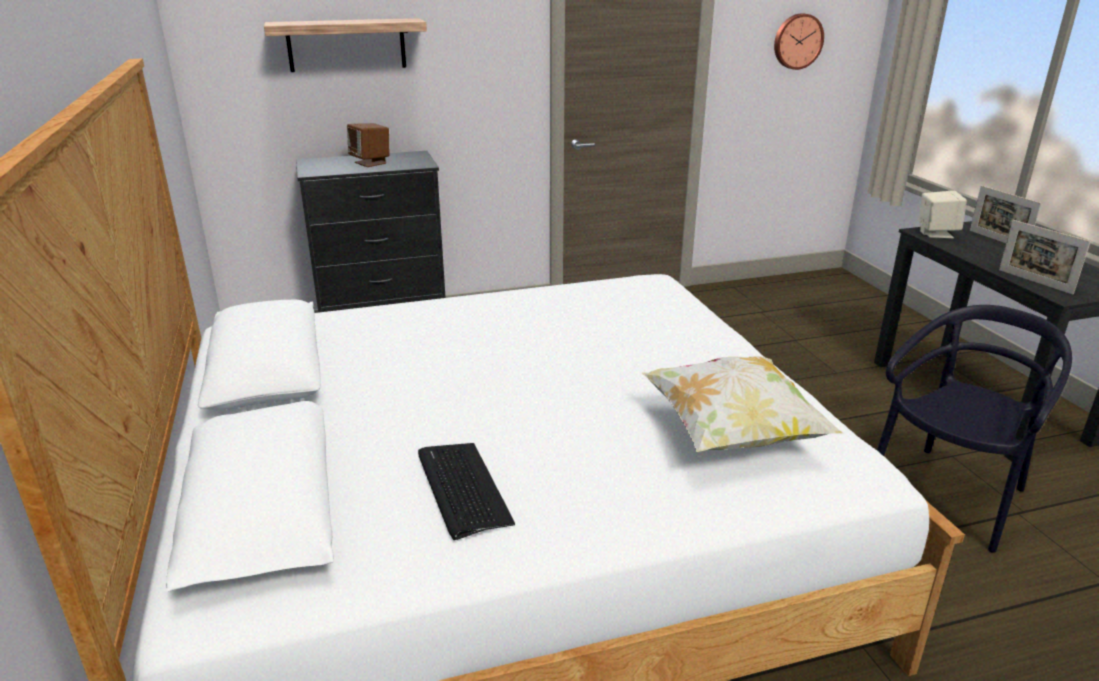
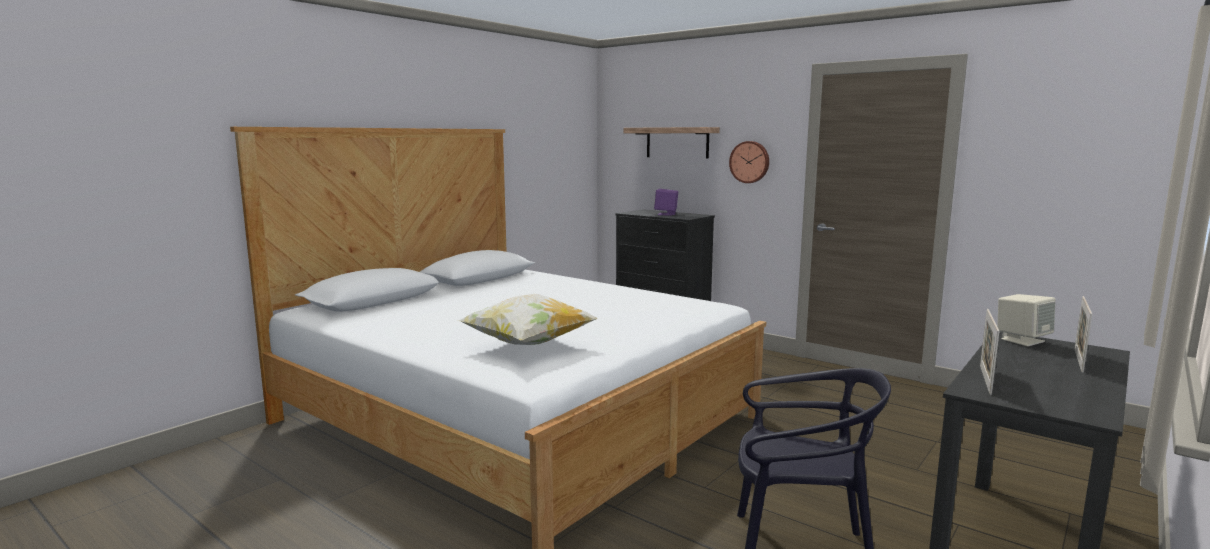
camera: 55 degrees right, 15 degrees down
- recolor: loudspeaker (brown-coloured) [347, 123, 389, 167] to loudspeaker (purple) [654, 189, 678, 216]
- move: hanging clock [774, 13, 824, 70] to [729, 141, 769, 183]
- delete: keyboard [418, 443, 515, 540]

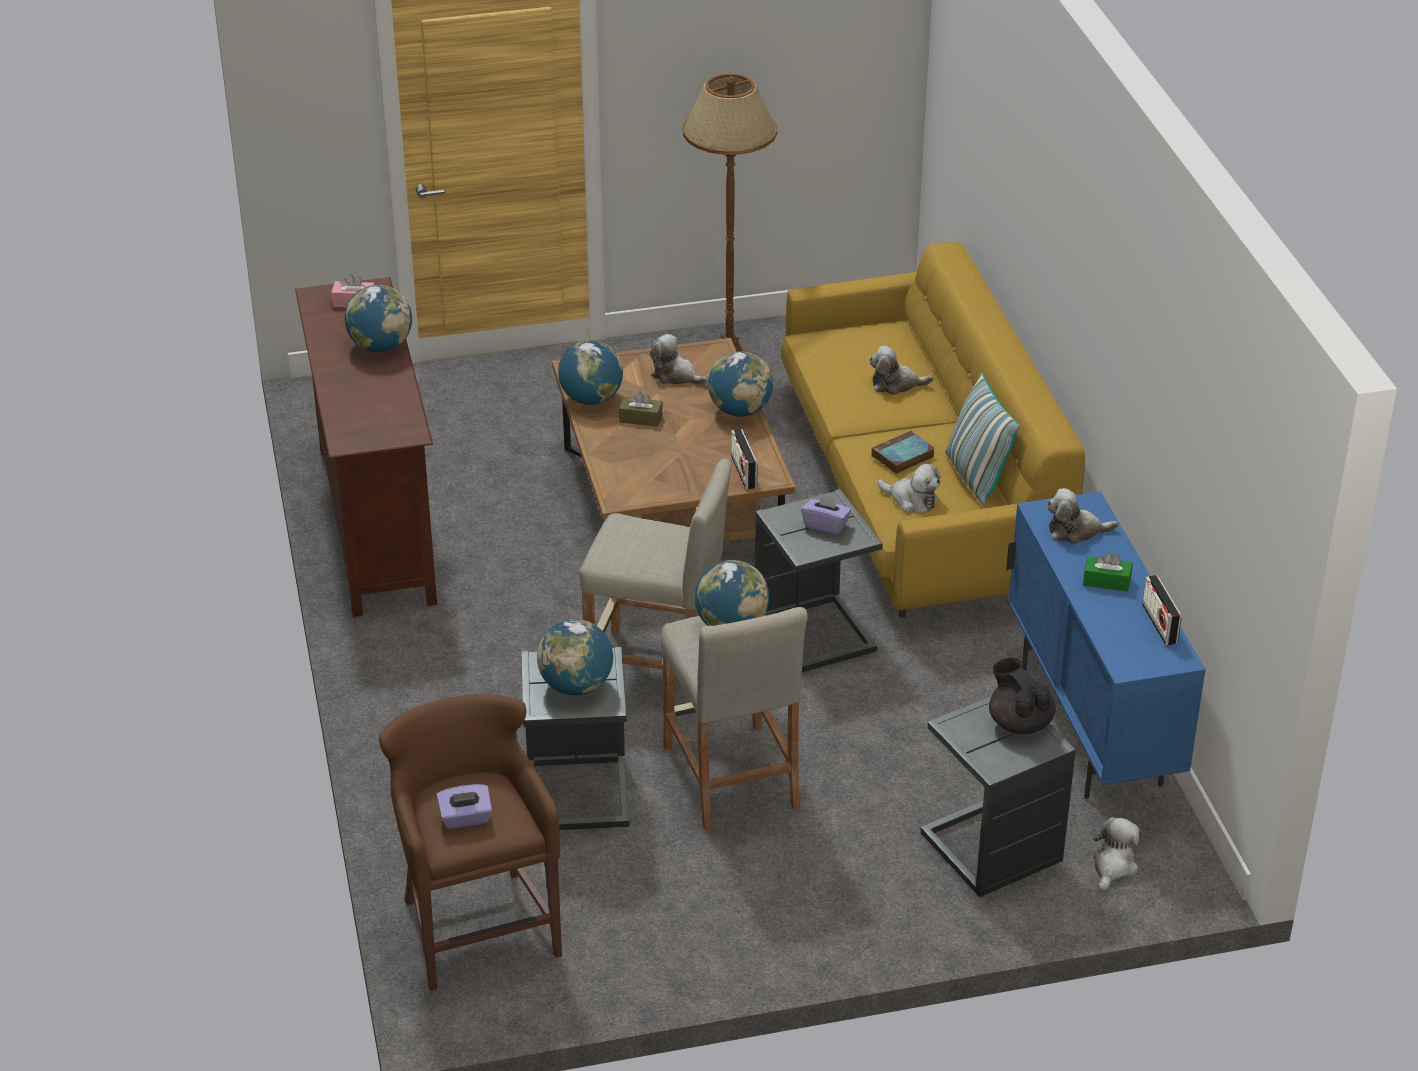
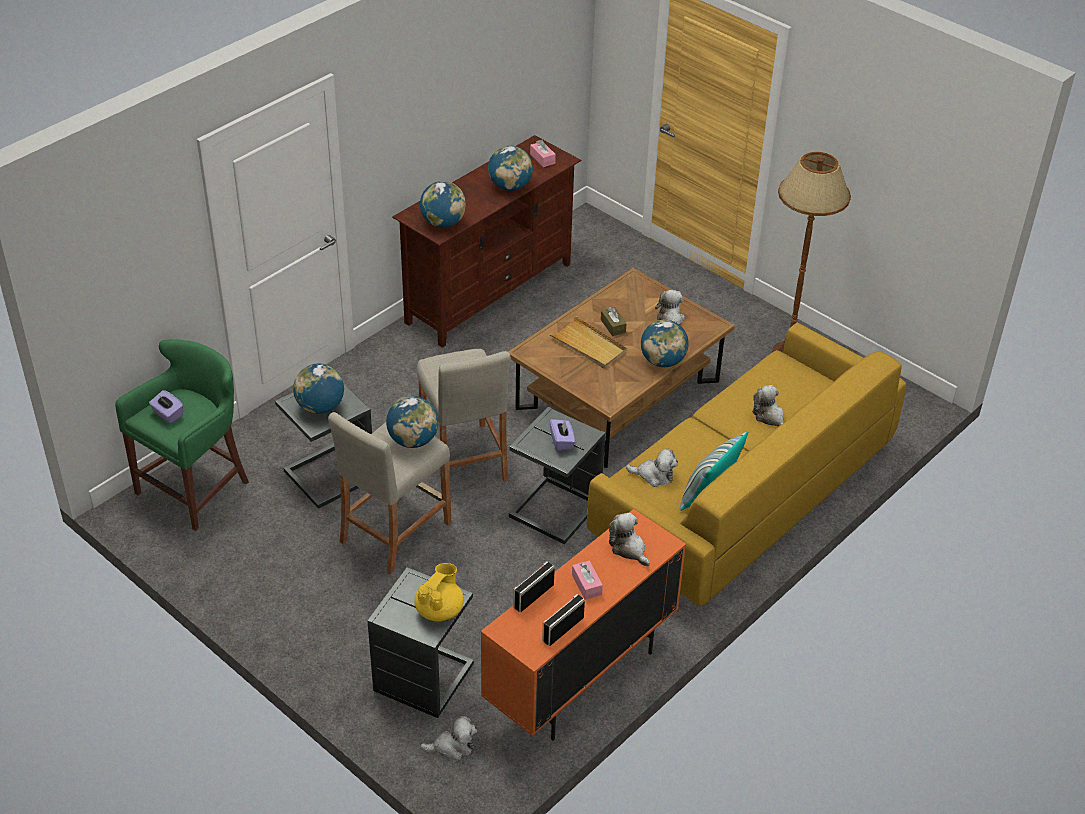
camera: 55 degrees right, 5 degrees up
- recolor: stool seat (brown-coloured) [379, 694, 562, 991] to stool seat (green) [115, 340, 249, 531]
- recolor: pot for tea (black) [989, 657, 1056, 734] to pot for tea (yellow) [414, 563, 464, 621]
- move: desk globe [558, 340, 623, 405] to [420, 181, 466, 228]
- recolor: cabinet (blue) [1006, 491, 1206, 799] to cabinet (orange) [481, 509, 686, 741]
- move: radio set [731, 429, 758, 489] to [513, 561, 555, 612]
- insert: tray (beige) [549, 316, 627, 368]
- recolor: tissue box (green) [1083, 552, 1132, 592] to tissue box (pink) [572, 561, 603, 600]
- rotate: plush toy [878, 464, 941, 513] = [626, 448, 678, 487] 75 degrees counterclockwise
- delete: bound book [872, 431, 934, 474]

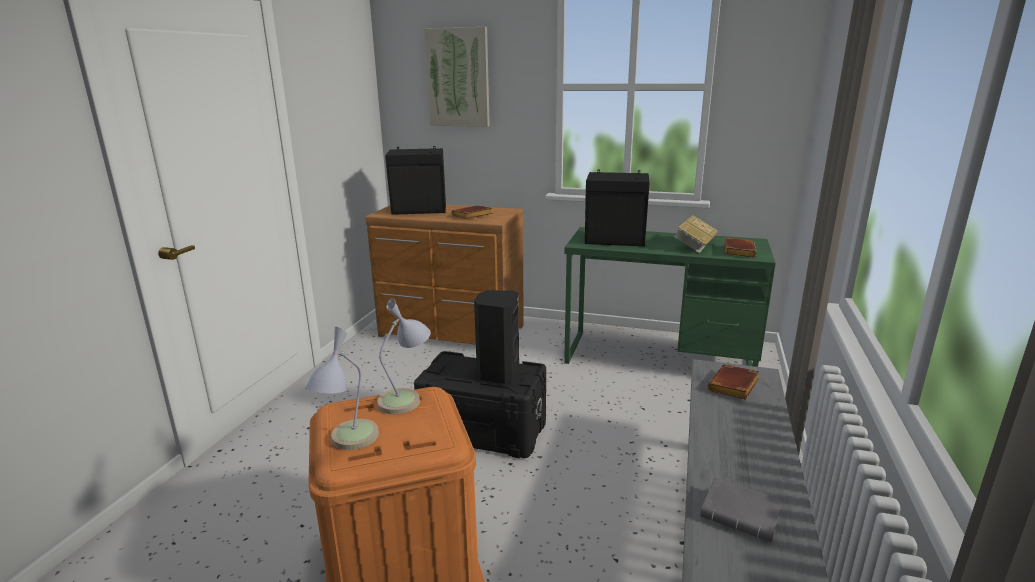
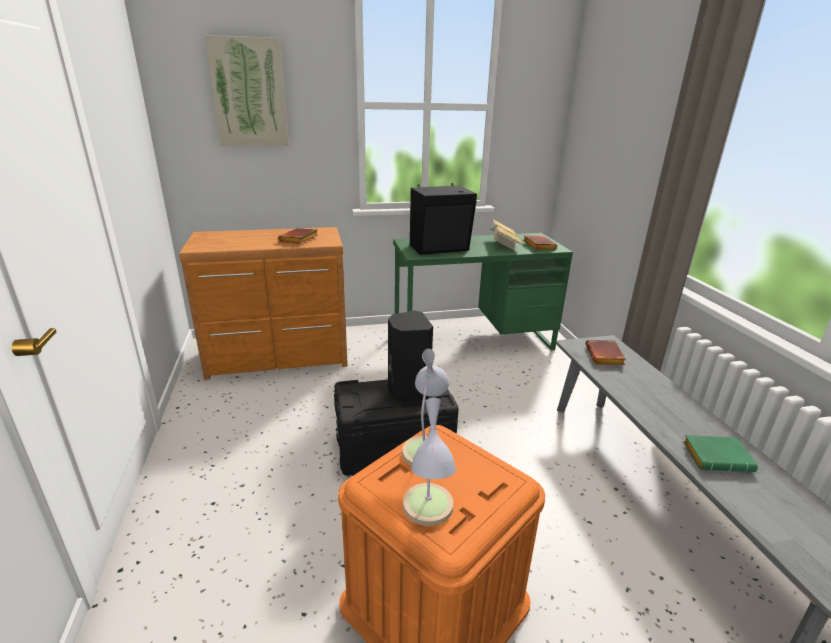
camera: 30 degrees left, 5 degrees up
- recolor: bound book (grey) [700, 478, 783, 542] to bound book (green) [683, 435, 758, 472]
- delete: loudspeaker (black) [385, 146, 446, 215]

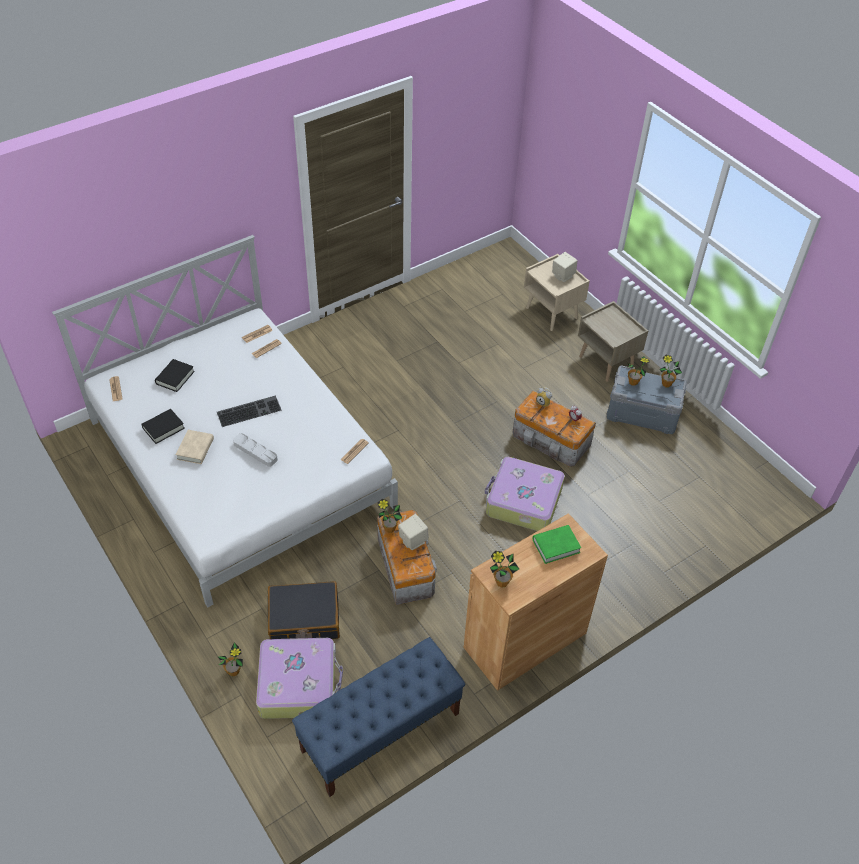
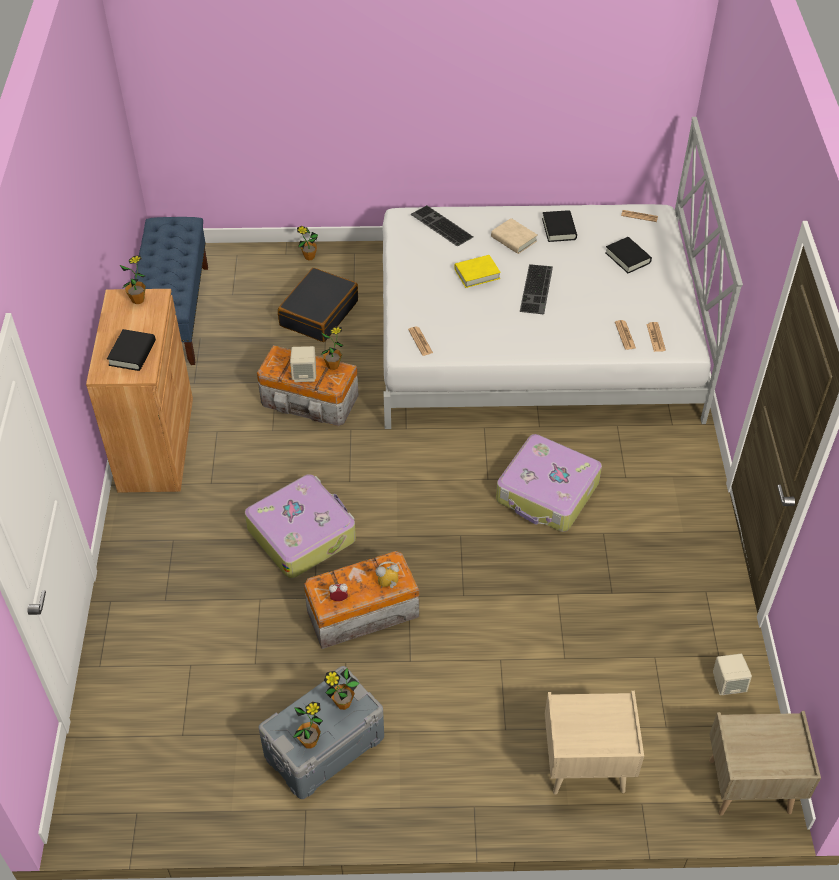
camera: 125 degrees right, 0 degrees up
- recolor: bound book (green) [533, 525, 581, 564] to bound book (black) [107, 329, 156, 371]
- insert: keyboard [410, 205, 473, 246]
- replace: tray (grey) [233, 433, 278, 467] to bound book (yellow) [454, 255, 501, 288]
- move: travel case [256, 638, 343, 719] to [496, 434, 602, 532]
- move: night table (beige) [578, 301, 648, 382] to [709, 711, 821, 816]
- move: loudspeaker (beige) [552, 252, 578, 282] to [713, 654, 752, 695]

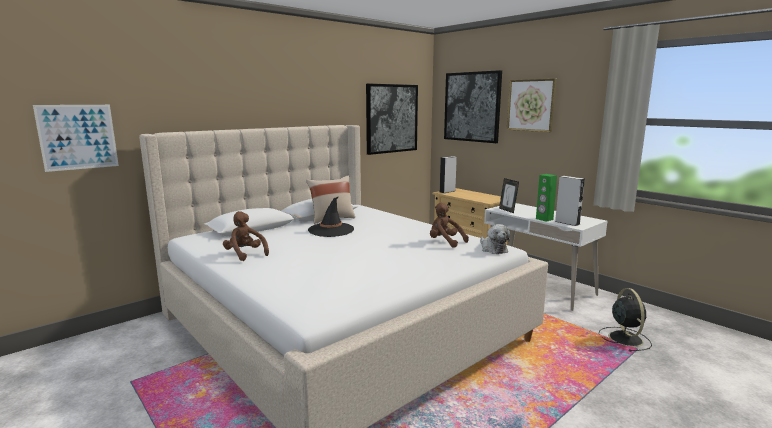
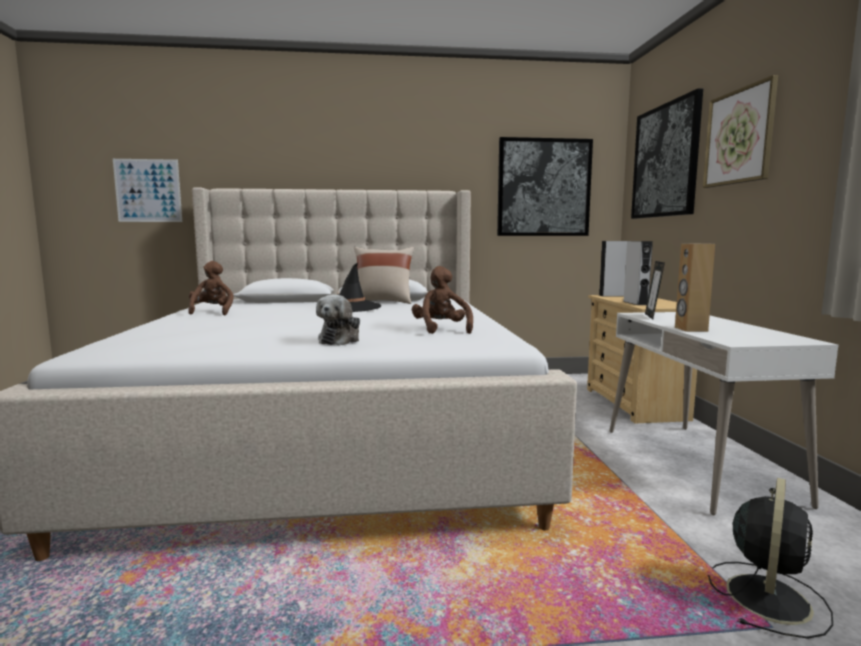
camera: 35 degrees right, 5 degrees down
- move: plush toy [480, 224, 510, 254] to [316, 295, 360, 345]
- move: loudspeaker (grey) [555, 176, 585, 226] to [624, 241, 653, 305]
- recolor: loudspeaker (green) [536, 174, 557, 222] to loudspeaker (brown-coloured) [675, 243, 715, 332]

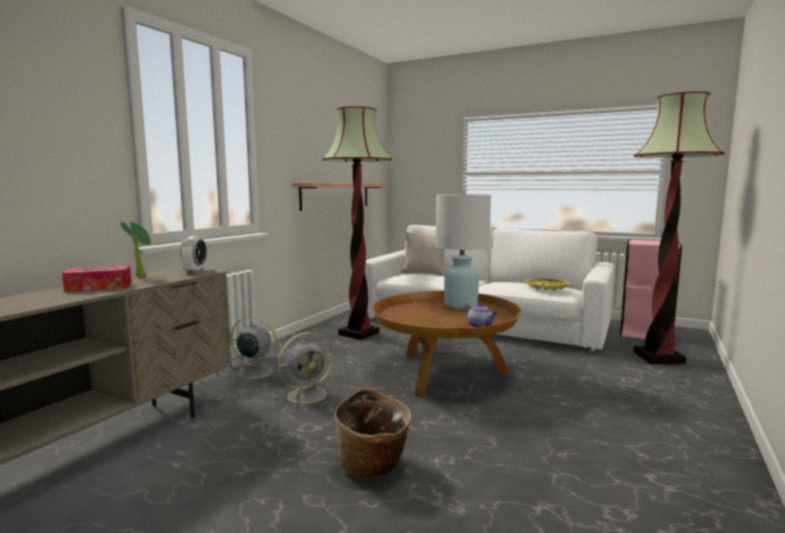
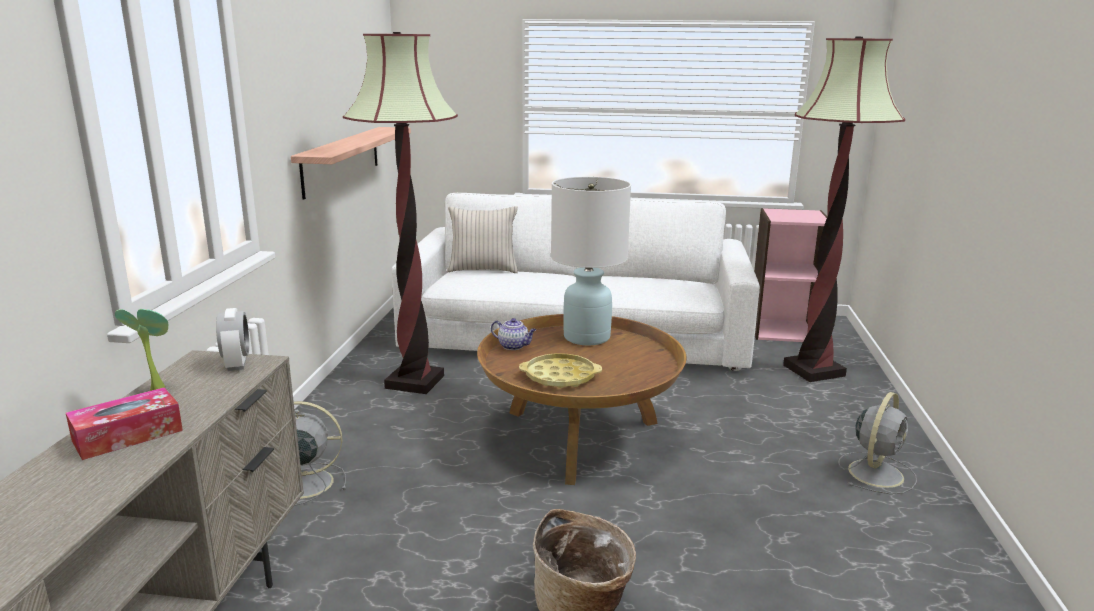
camera: 20 degrees left, 10 degrees up
- move: pot for tea [463, 303, 498, 327] to [491, 318, 536, 350]
- move: tray (yellow) [524, 278, 572, 291] to [519, 353, 602, 388]
- move: fan (grey) [275, 332, 337, 408] to [838, 392, 917, 494]

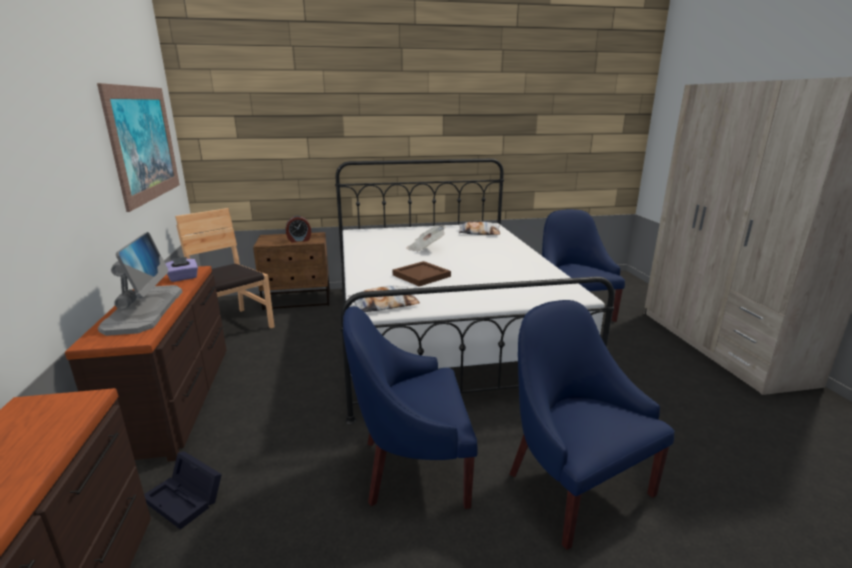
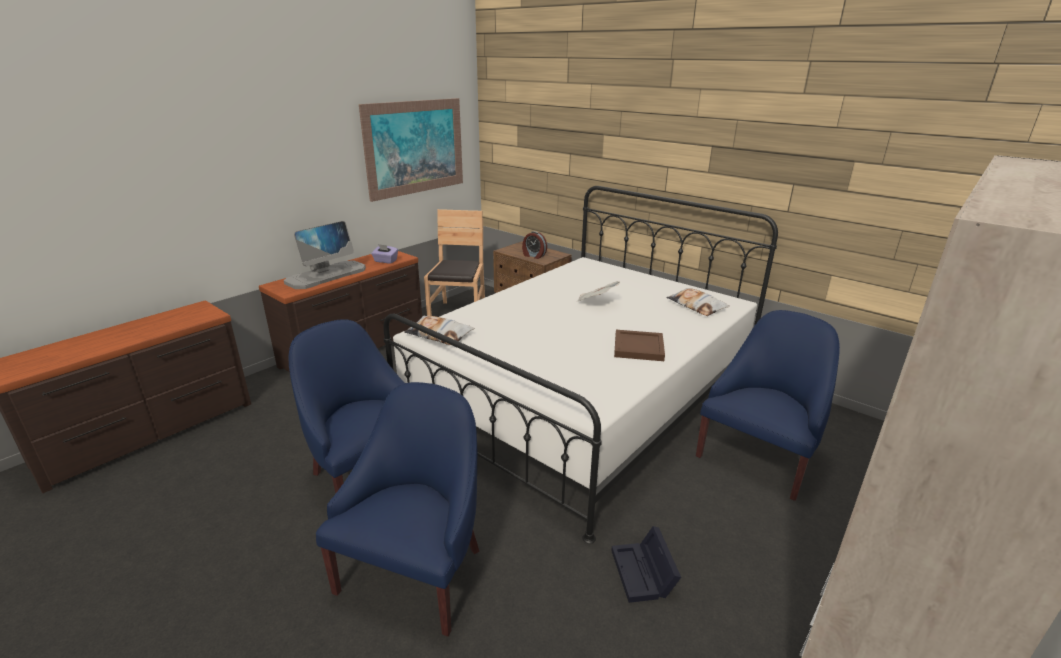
camera: 50 degrees right, 5 degrees up
- move: storage bin (black) [144, 451, 222, 530] to [611, 526, 681, 603]
- move: tray (brown-coloured) [393, 261, 451, 287] to [614, 330, 665, 361]

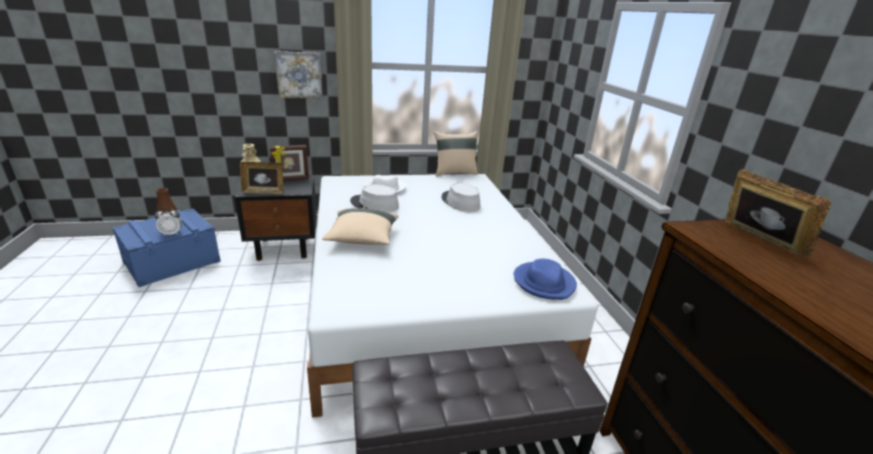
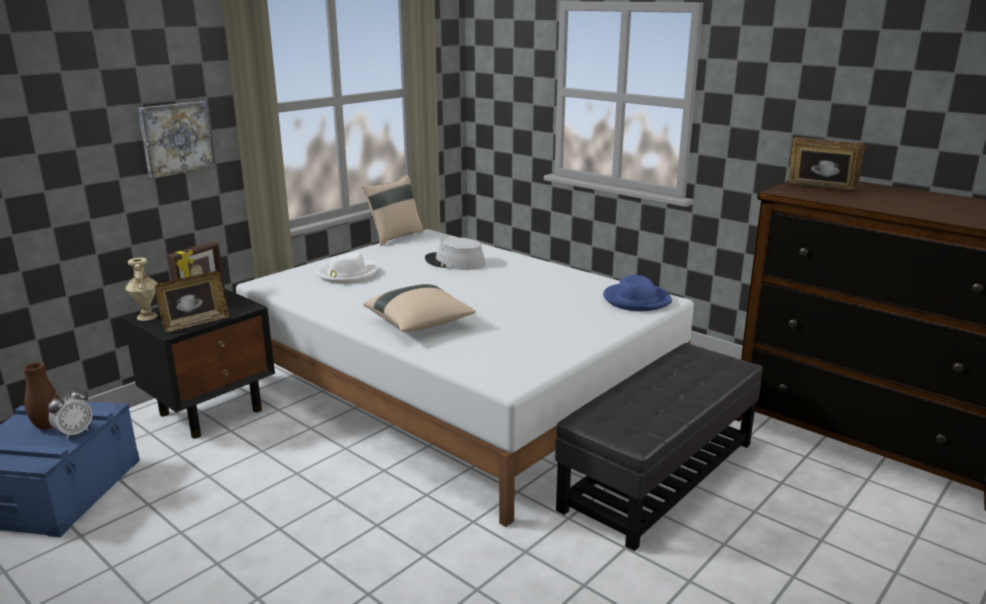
camera: 35 degrees left, 5 degrees down
- delete: hat (grey) [350, 184, 399, 212]

